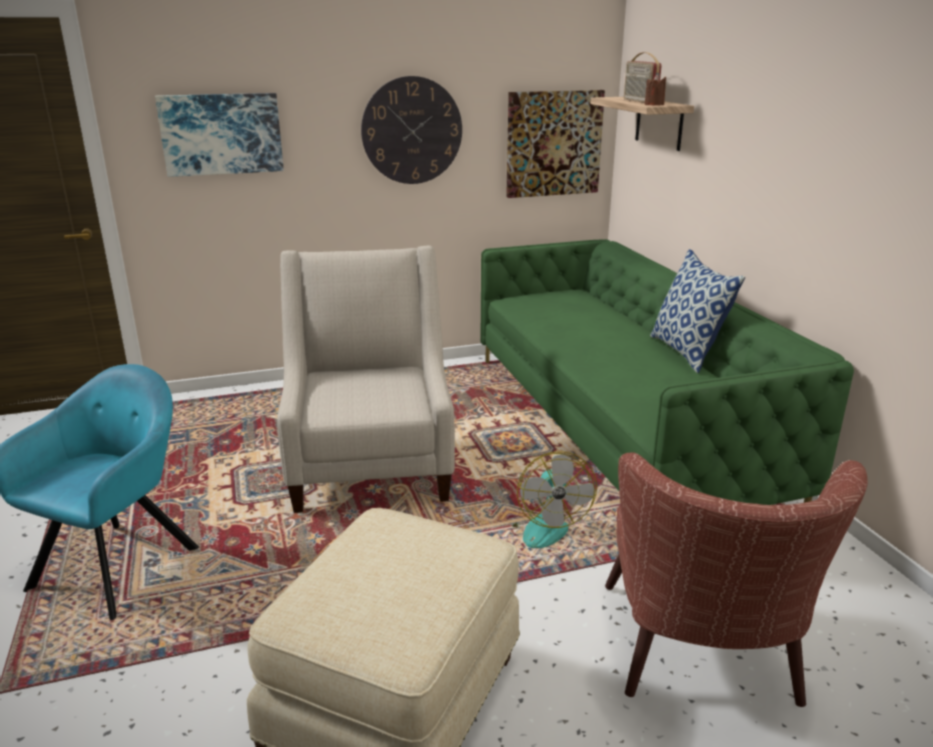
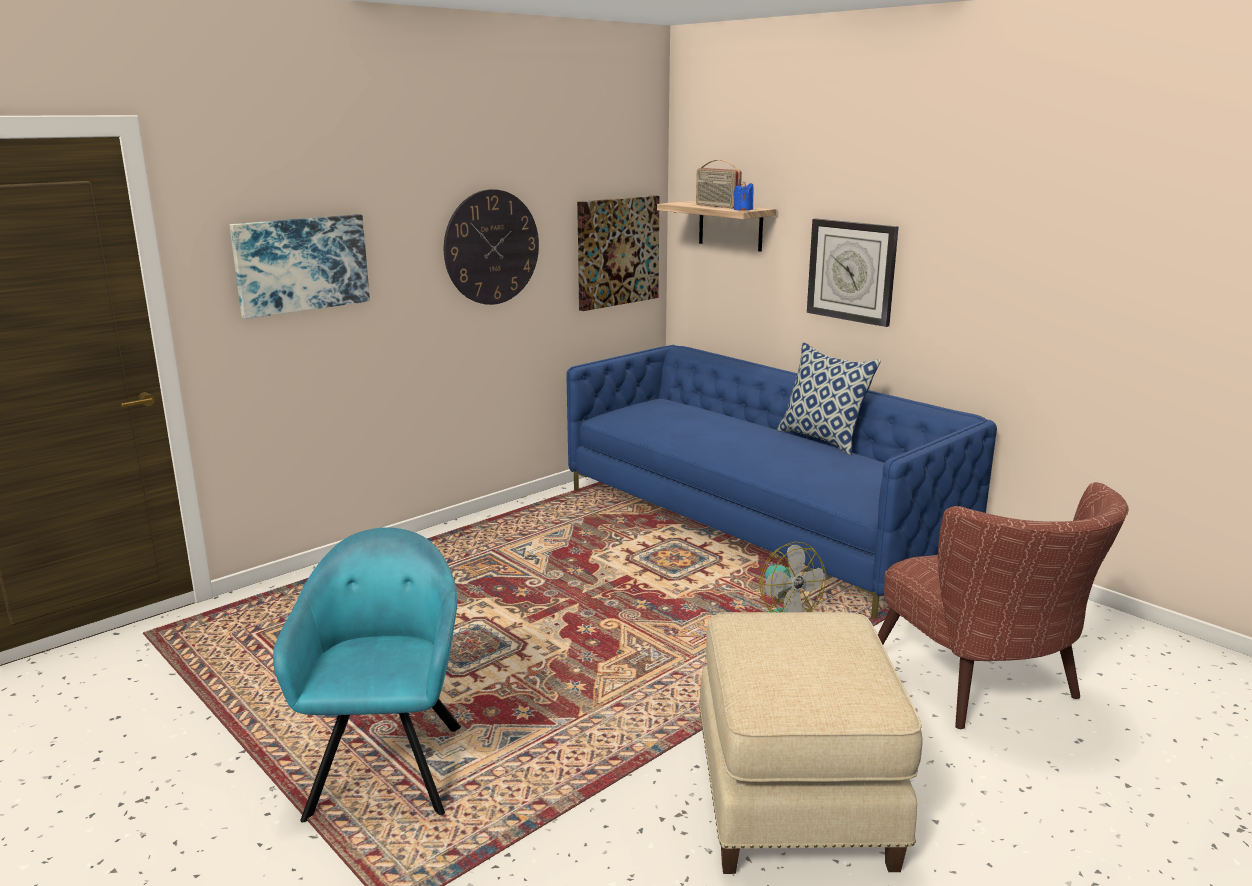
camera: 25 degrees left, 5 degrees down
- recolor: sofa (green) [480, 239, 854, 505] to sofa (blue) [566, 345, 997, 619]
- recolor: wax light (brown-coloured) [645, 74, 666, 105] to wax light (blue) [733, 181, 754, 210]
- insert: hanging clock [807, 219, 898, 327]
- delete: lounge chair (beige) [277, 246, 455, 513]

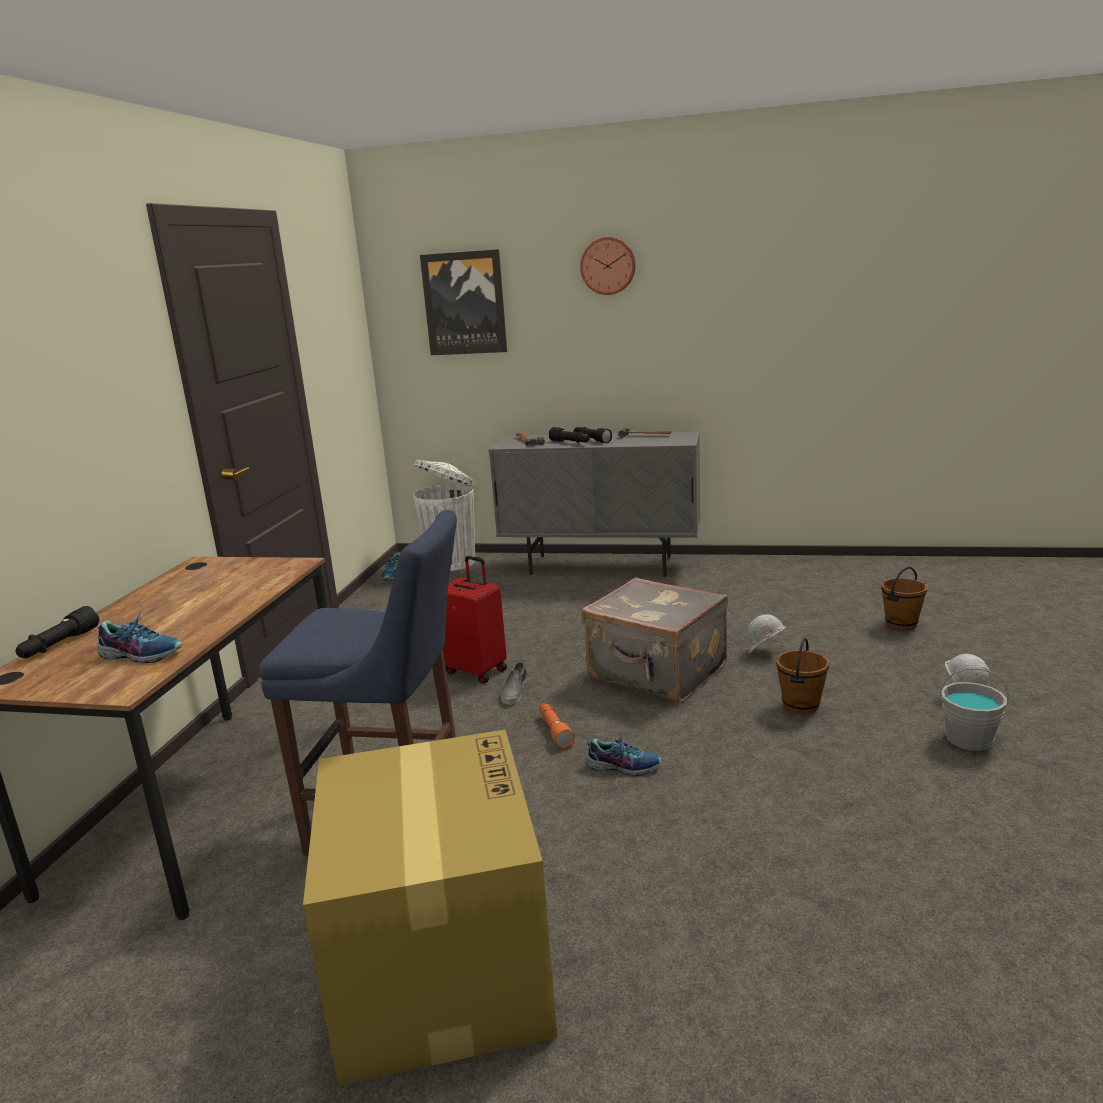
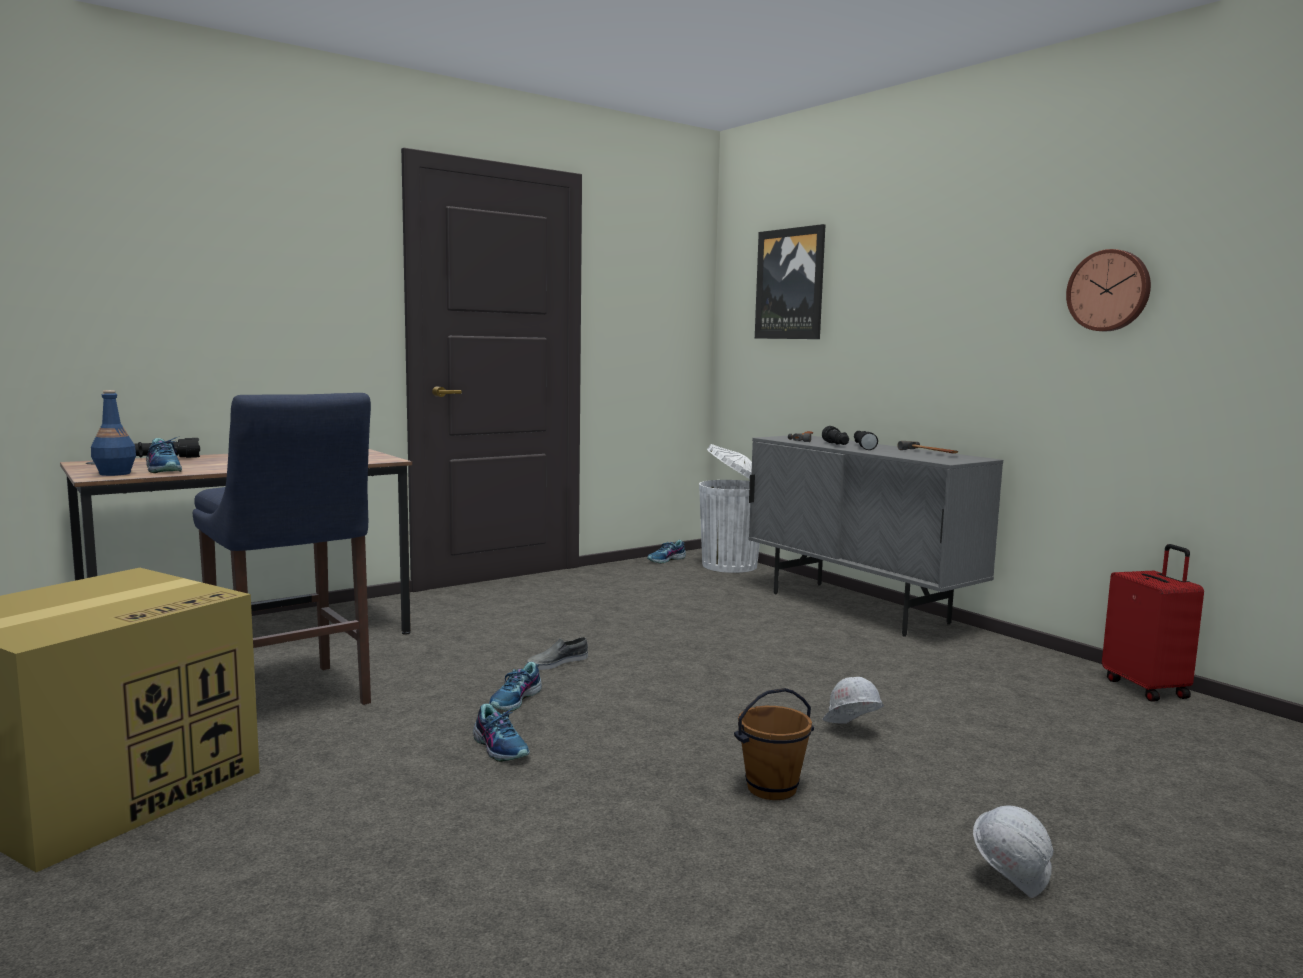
camera: 40 degrees right, 10 degrees down
- insert: drink bottle (blue) [91, 390, 136, 476]
- replace: torch (orange) [539, 703, 575, 749] to low shoe [489, 662, 542, 711]
- move: hanging clock [580, 237, 636, 295] to [1066, 249, 1151, 331]
- move: travel case (red) [443, 556, 507, 684] to [1102, 544, 1204, 702]
- delete: travel case (grey) [582, 577, 728, 703]
- delete: bucket (brown-coloured) [881, 566, 928, 631]
- delete: bucket (grey) [940, 668, 1009, 751]

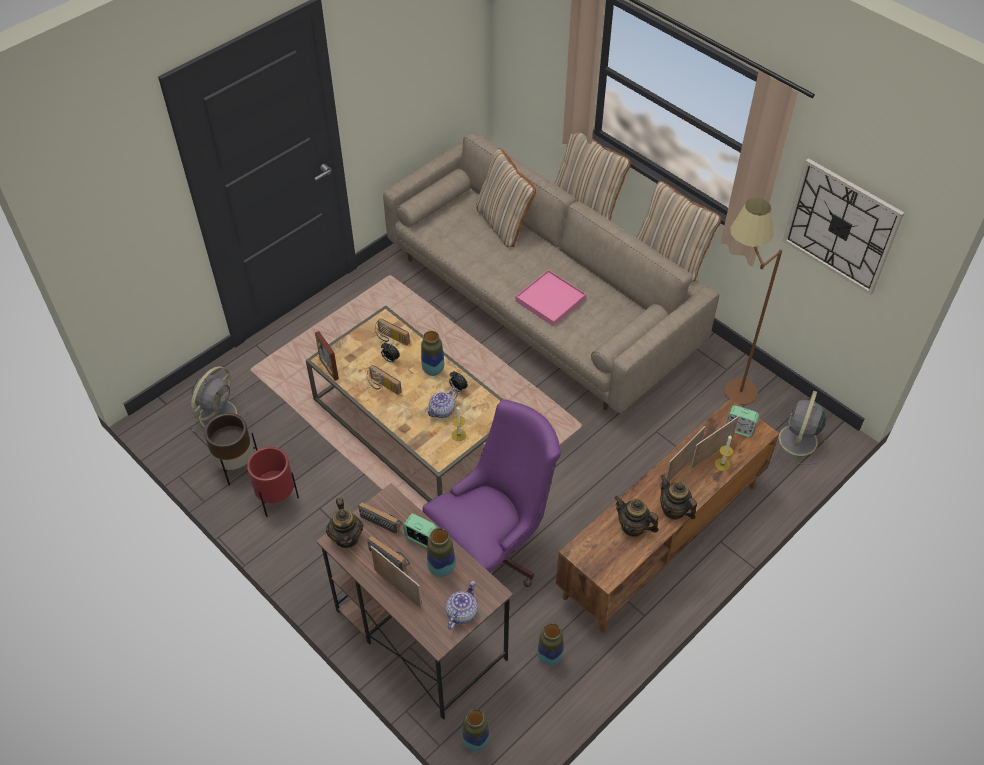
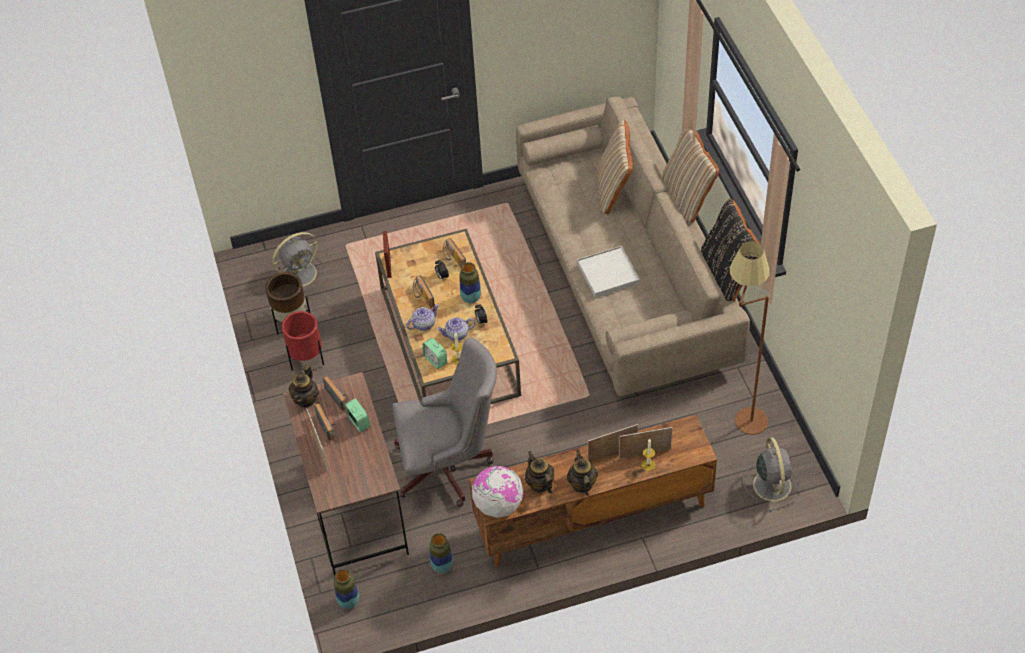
camera: 30 degrees right, 0 degrees up
- recolor: computer chair (purple) [423, 399, 561, 587] to computer chair (grey) [392, 338, 497, 507]
- move: pot for tea [446, 581, 478, 630] to [407, 304, 439, 331]
- move: bedside clock [726, 406, 759, 437] to [423, 338, 447, 369]
- insert: desk globe [472, 466, 523, 518]
- recolor: tray (pink) [516, 270, 586, 327] to tray (white-coloured) [577, 246, 640, 298]
- recolor: pillow (beige) [636, 181, 721, 282] to pillow (black) [701, 198, 760, 301]
- rotate: fan (grey) [773, 391, 826, 465] = [743, 437, 800, 511] 120 degrees clockwise
- delete: vase [427, 528, 455, 577]
- delete: hanging clock [783, 158, 905, 295]

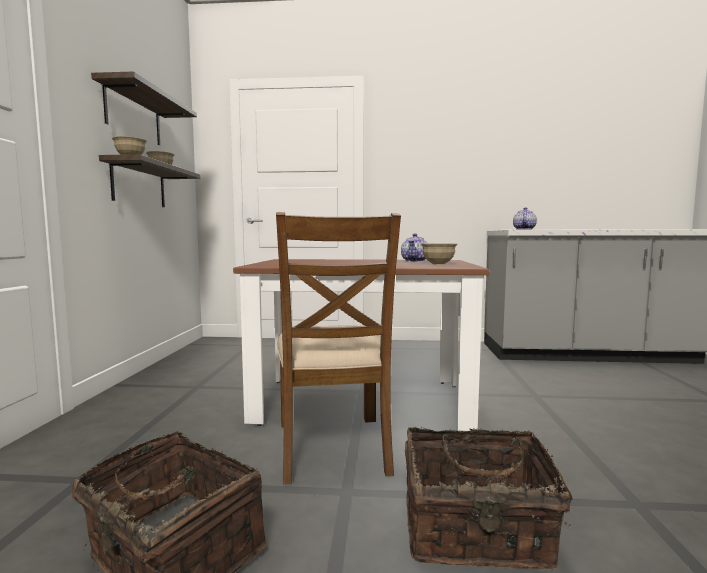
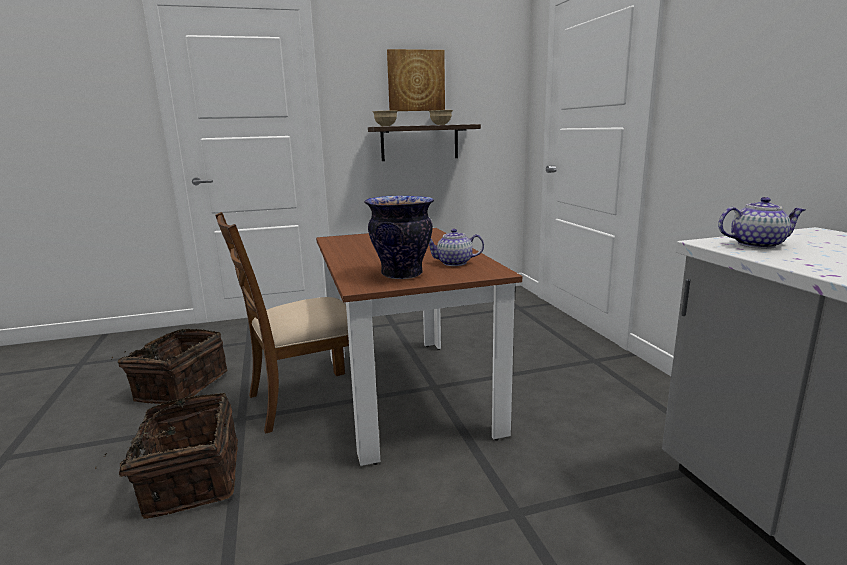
camera: 70 degrees right, 10 degrees up
- replace: bowl (beige) [421, 243, 457, 265] to vase [364, 196, 434, 279]
- replace: wall shelf [91, 71, 197, 145] to wall picture [387, 49, 445, 111]

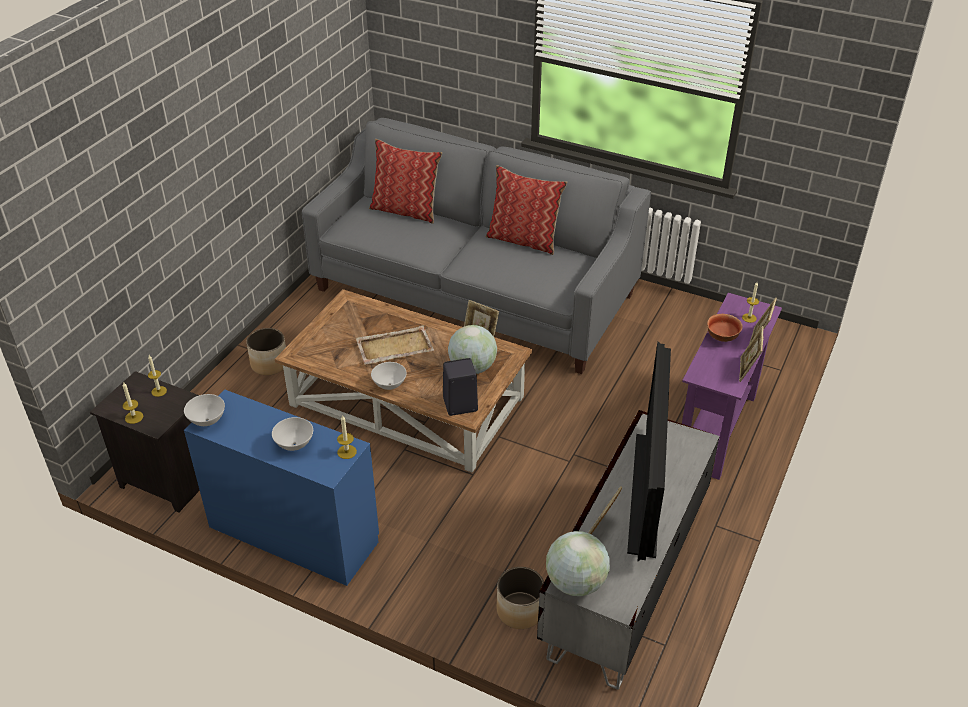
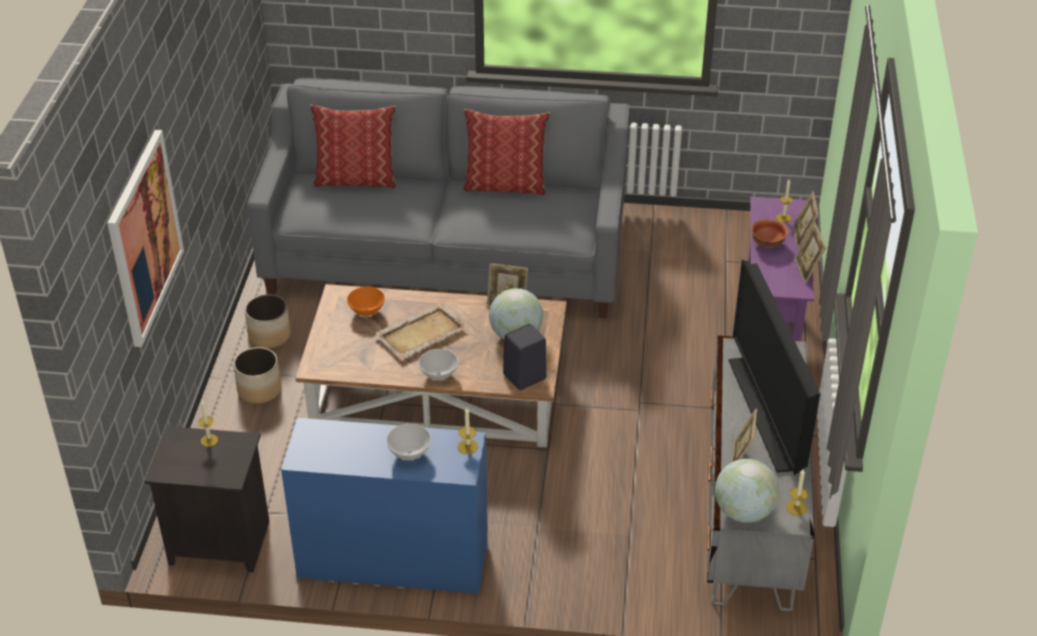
camera: 20 degrees left, 0 degrees up
- insert: wall picture [107, 130, 184, 347]
- move: plant pot [497, 567, 544, 629] to [245, 294, 291, 348]
- insert: bowl (orange) [347, 287, 385, 316]
- move: wax light [122, 382, 143, 424] to [786, 469, 808, 516]
- delete: bowl (white-coloured) [184, 394, 225, 426]

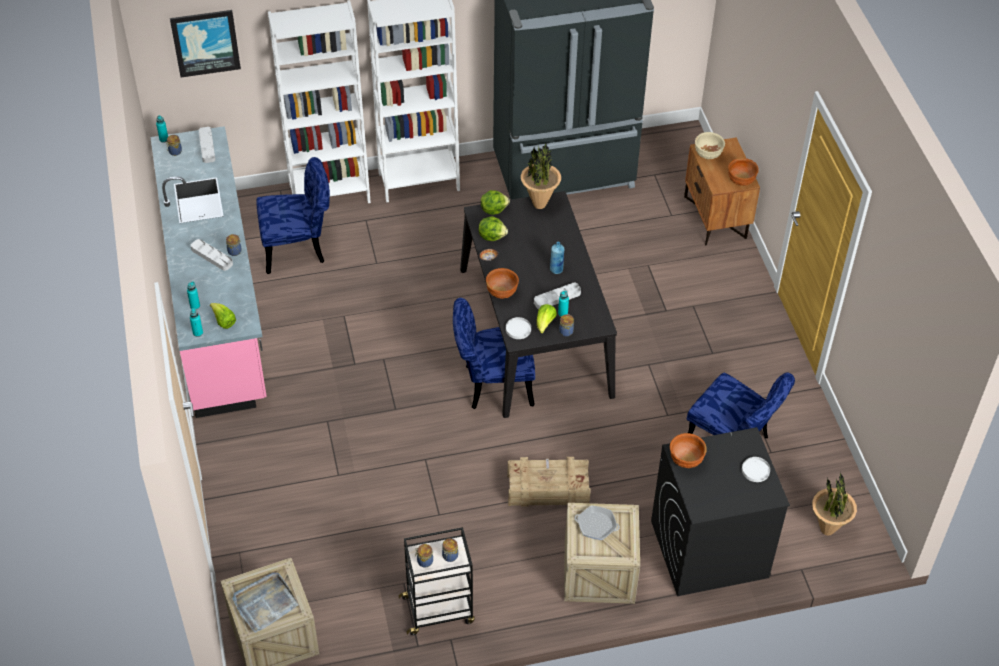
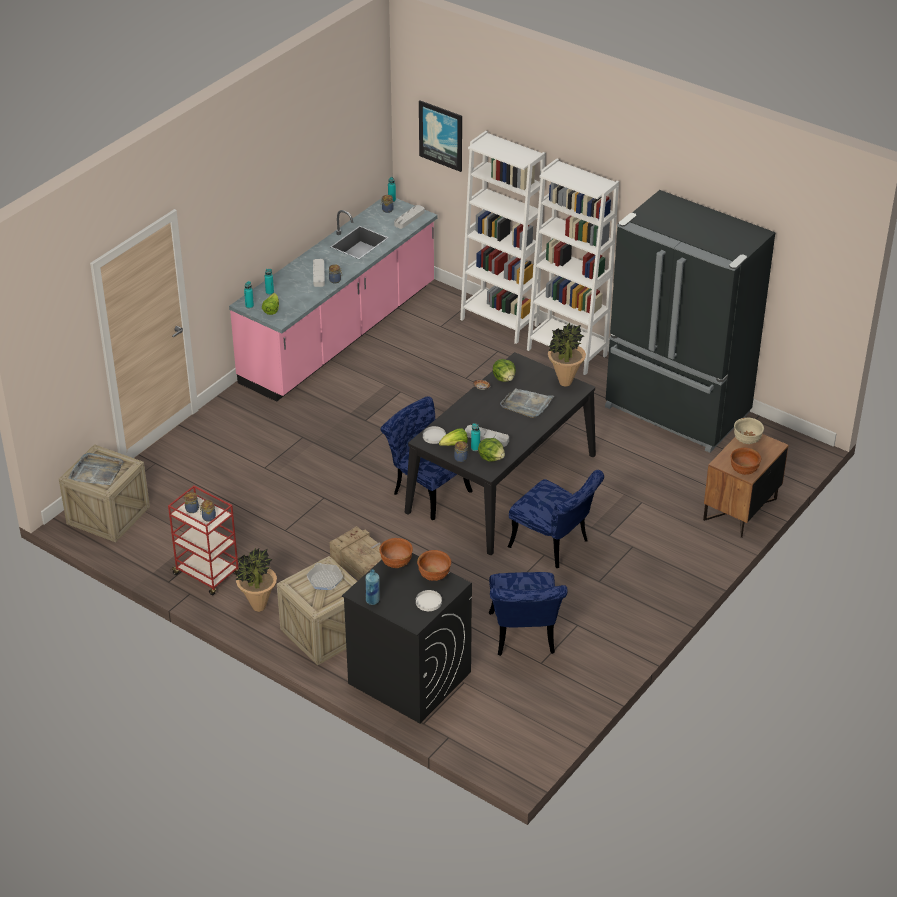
camera: 50 degrees right, 10 degrees down
- recolor: trolley (black) [399, 527, 475, 635] to trolley (red) [168, 485, 239, 595]
- move: potted plant [812, 471, 857, 536] to [235, 548, 277, 612]
- move: drink bottle (blue) [550, 242, 564, 274] to [366, 570, 380, 605]
- move: bowl (brown-coloured) [486, 268, 519, 299] to [417, 550, 451, 581]
- move: lettuce head [481, 190, 510, 215] to [478, 438, 505, 462]
- insert: tray (grey) [500, 389, 554, 418]
- move: chair (blue) [257, 157, 330, 274] to [508, 470, 604, 568]

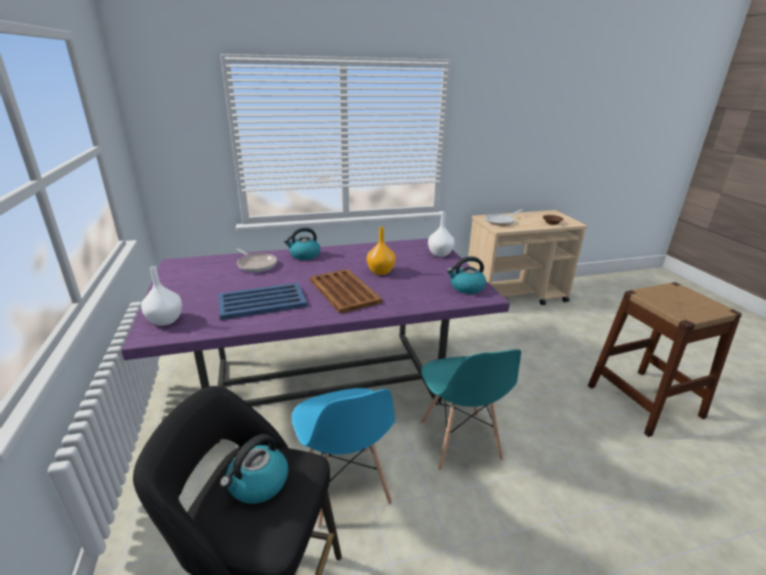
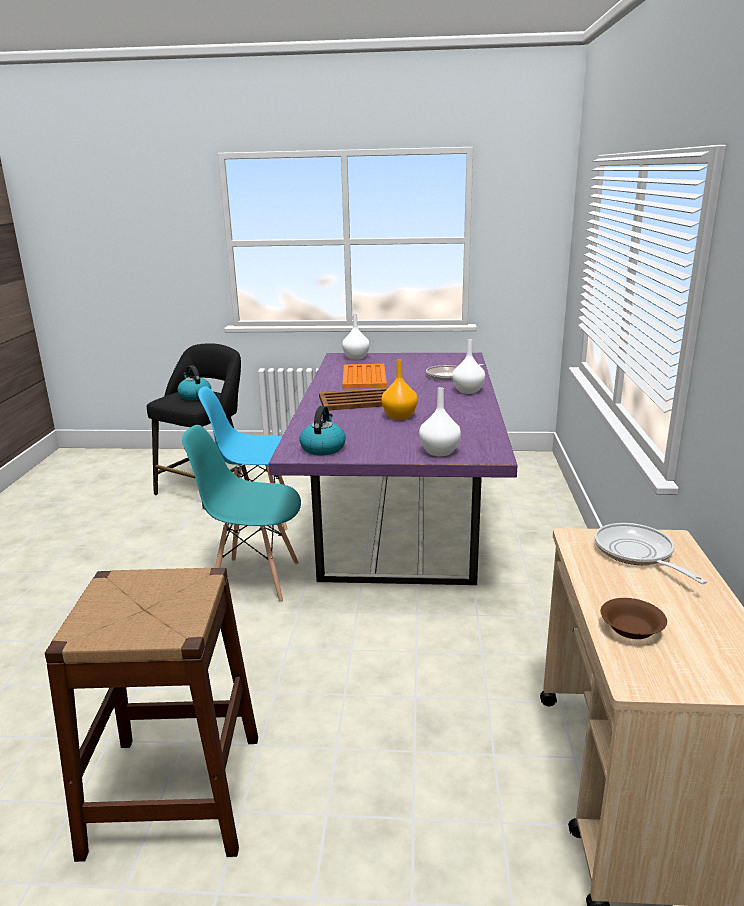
camera: 110 degrees right, 5 degrees down
- recolor: tray (blue) [218, 283, 307, 320] to tray (orange) [342, 364, 387, 389]
- replace: tea kettle [284, 227, 320, 260] to vase (white-coloured) [452, 339, 485, 394]

